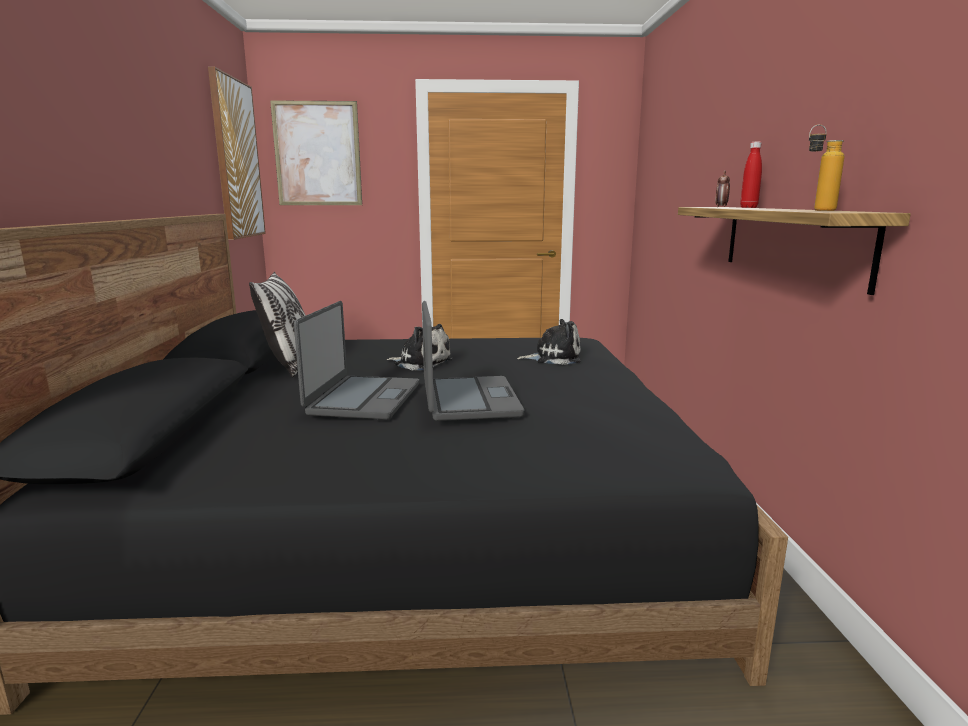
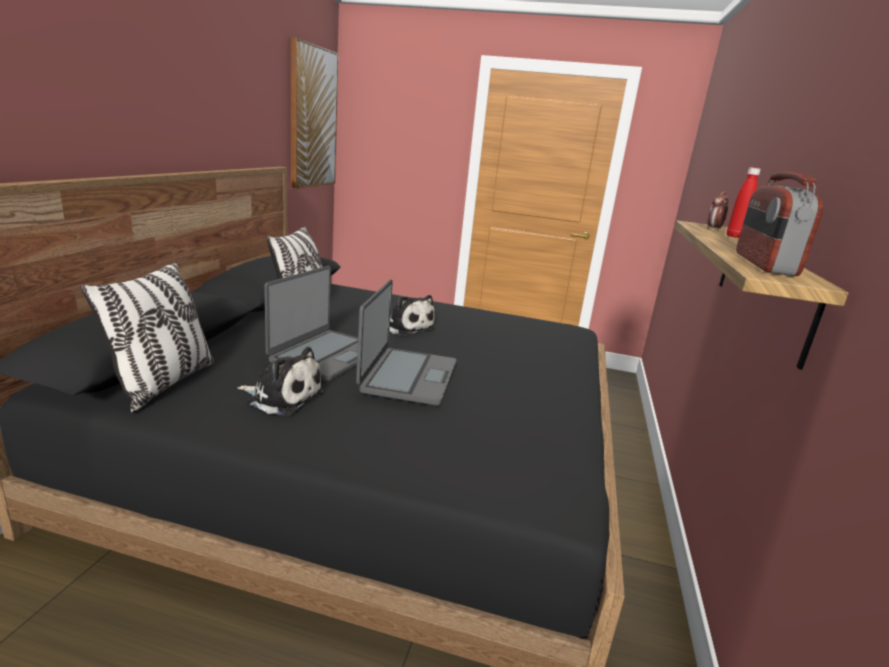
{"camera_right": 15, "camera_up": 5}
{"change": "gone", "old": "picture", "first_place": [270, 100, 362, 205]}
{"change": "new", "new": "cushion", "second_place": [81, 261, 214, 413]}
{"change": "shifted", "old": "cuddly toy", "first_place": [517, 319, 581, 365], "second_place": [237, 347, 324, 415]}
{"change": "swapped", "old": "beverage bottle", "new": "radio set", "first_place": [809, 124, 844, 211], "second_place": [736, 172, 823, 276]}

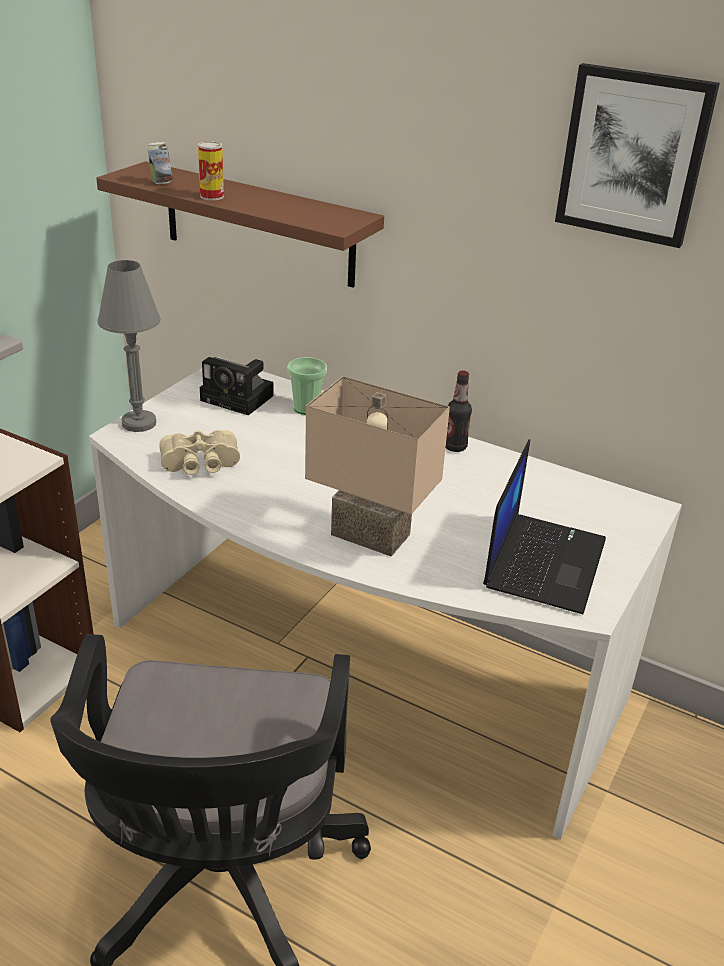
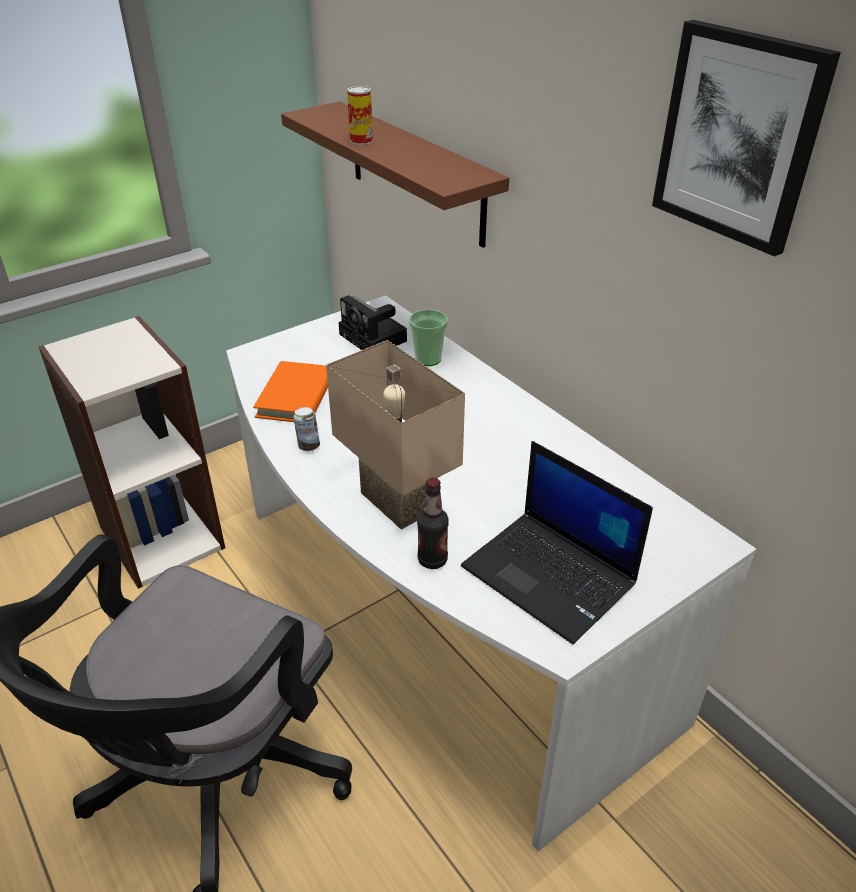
{"camera_right": 25, "camera_up": 5}
{"change": "gone", "old": "lamp for a table (greyish)", "first_place": [98, 260, 161, 432]}
{"change": "shifted", "old": "metal can", "first_place": [147, 142, 173, 184], "second_place": [293, 407, 320, 451]}
{"change": "shifted", "old": "beverage bottle", "first_place": [446, 370, 472, 452], "second_place": [417, 477, 449, 569]}
{"change": "swapped", "old": "pair of binoculars (beige-coloured)", "new": "bound book (orange)", "first_place": [159, 430, 240, 475], "second_place": [253, 361, 328, 422]}
{"change": "rotated", "old": "portable computer", "first_place": [483, 439, 606, 614], "second_place": [461, 441, 653, 645], "degrees": 90}

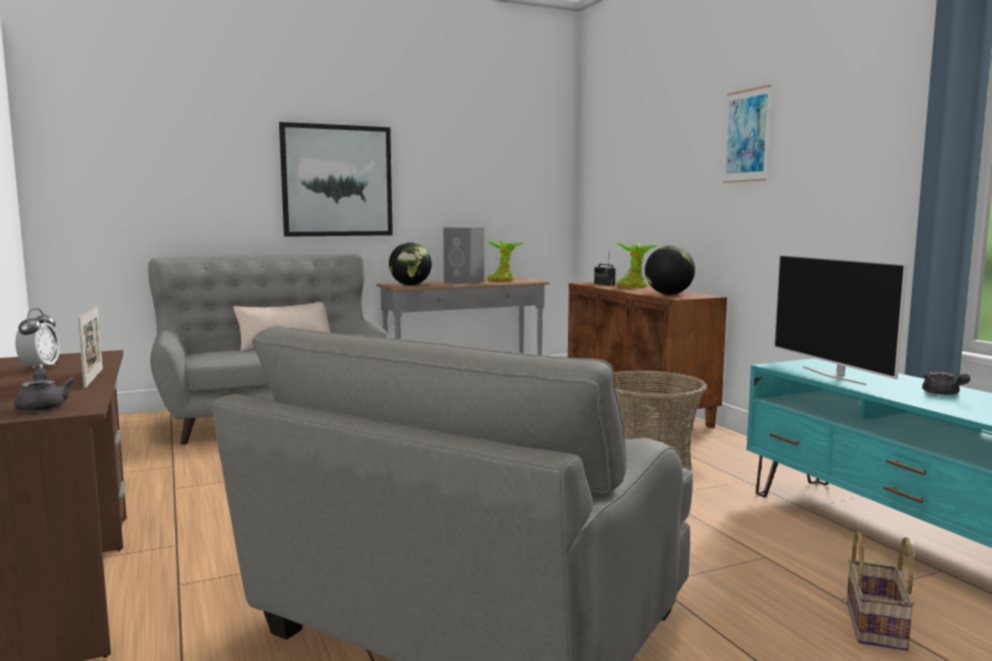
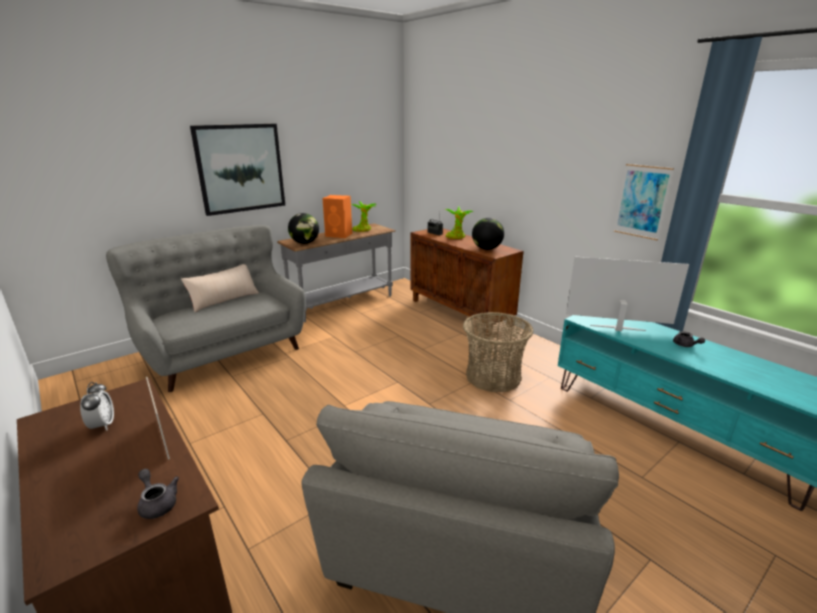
{"camera_right": -15, "camera_up": 15}
{"change": "gone", "old": "storage basket", "first_place": [847, 532, 915, 651]}
{"change": "shifted", "old": "picture", "first_place": [723, 85, 771, 183], "second_place": [614, 164, 674, 240]}
{"change": "repainted", "old": "loudspeaker (greyish)", "new": "loudspeaker (orange)", "first_place": [443, 227, 484, 284], "second_place": [322, 195, 352, 238]}
{"change": "rotated", "old": "TV", "first_place": [774, 254, 907, 385], "second_place": [566, 257, 689, 331], "degrees": 135}

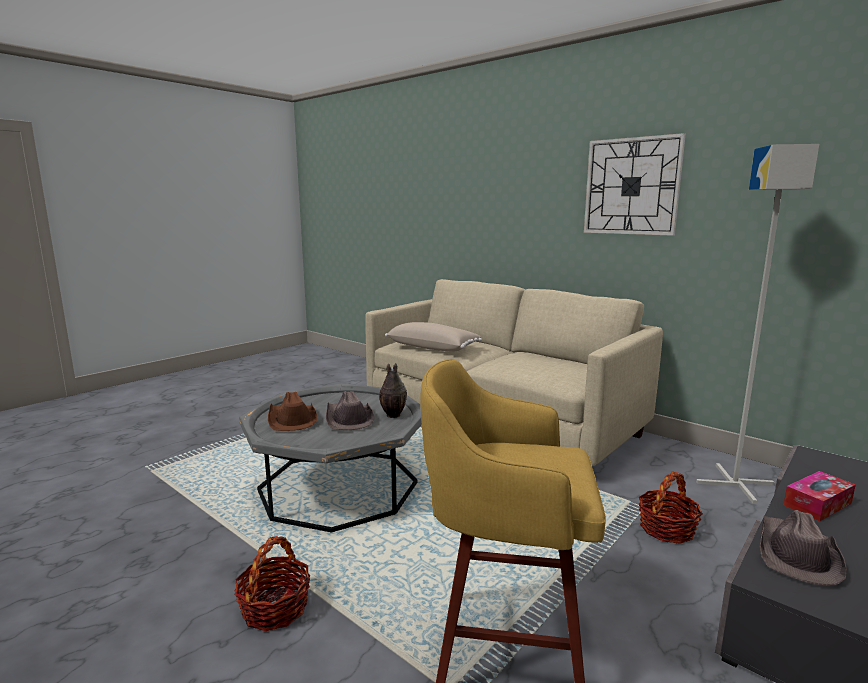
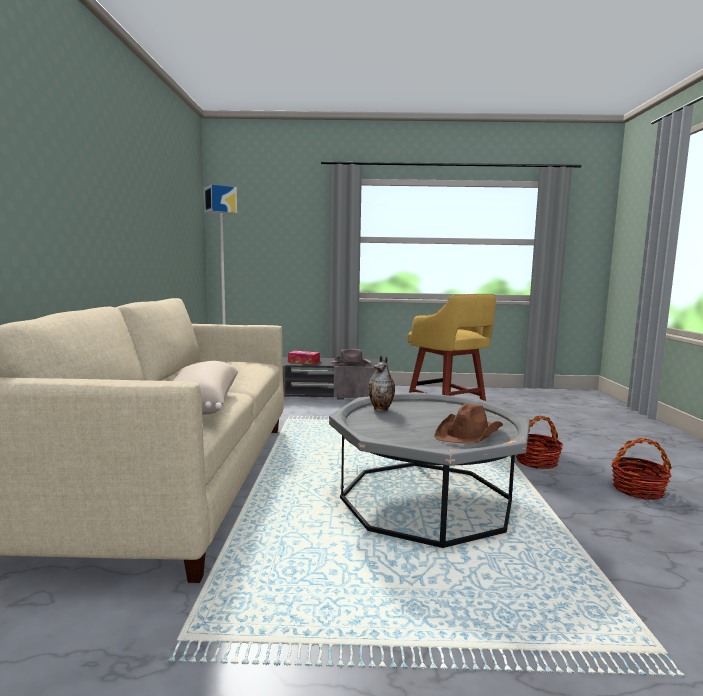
{"camera_right": -130, "camera_up": -5}
{"change": "gone", "old": "hat (brown)", "first_place": [326, 391, 374, 430]}
{"change": "gone", "old": "clock on the wall", "first_place": [584, 133, 686, 236]}
{"change": "shifted", "old": "storage basket", "first_place": [639, 472, 703, 544], "second_place": [611, 438, 672, 500]}

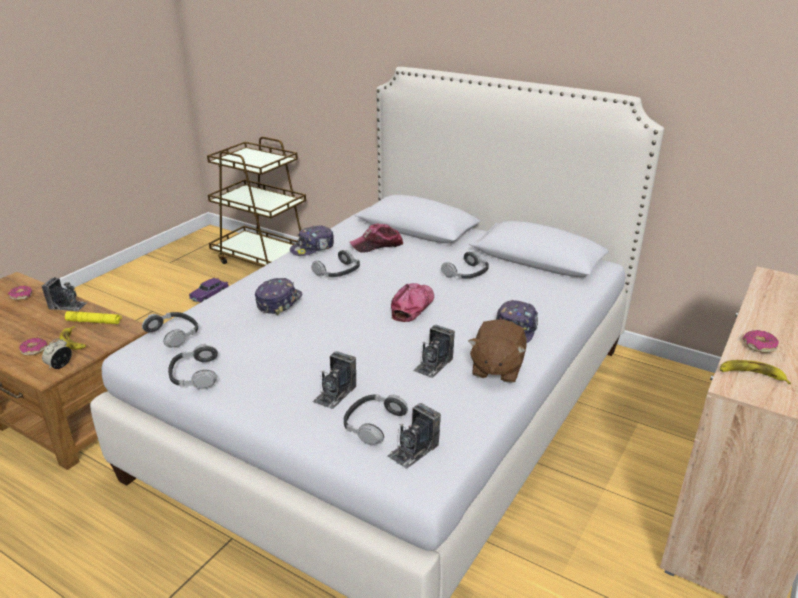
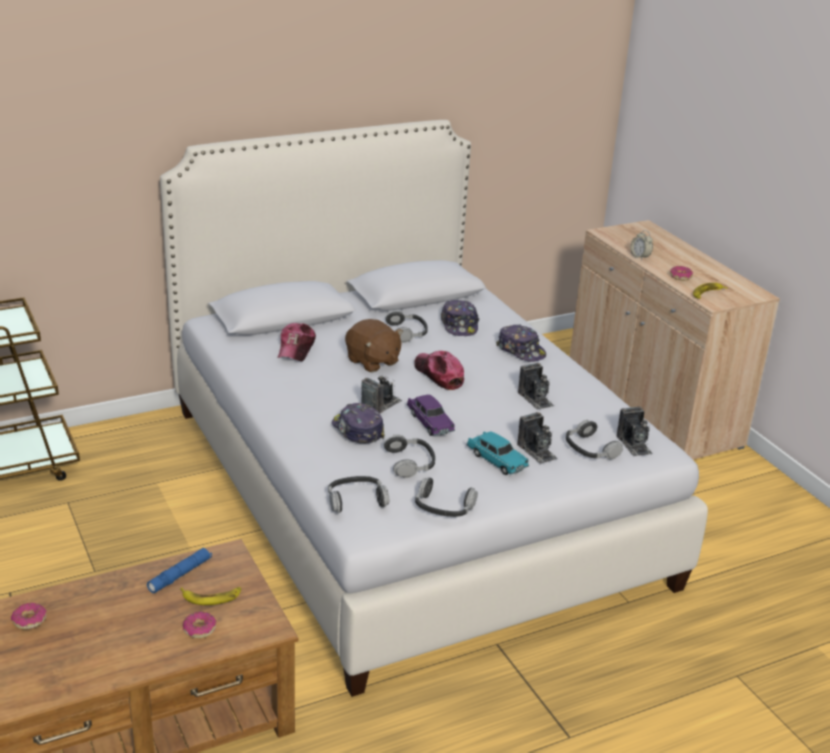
{"camera_right": -60, "camera_up": 0}
{"change": "new", "new": "model car (blue-green)", "second_place": [466, 431, 529, 475]}
{"change": "shifted", "old": "still camera", "first_place": [42, 277, 87, 311], "second_place": [361, 376, 402, 413]}
{"change": "shifted", "old": "bedside clock", "first_place": [42, 338, 72, 369], "second_place": [631, 230, 653, 260]}
{"change": "shifted", "old": "model car (purple-coloured)", "first_place": [189, 278, 228, 303], "second_place": [407, 394, 455, 436]}
{"change": "shifted", "old": "peaked cap", "first_place": [290, 225, 334, 256], "second_place": [441, 299, 479, 336]}
{"change": "shifted", "old": "headset", "first_place": [311, 250, 360, 277], "second_place": [384, 434, 435, 478]}
{"change": "shifted", "old": "cuddly toy (brown)", "first_place": [468, 320, 527, 383], "second_place": [345, 319, 403, 372]}
{"change": "repainted", "old": "torch (yellowish)", "new": "torch (bluish)", "first_place": [65, 311, 122, 324], "second_place": [147, 548, 212, 593]}

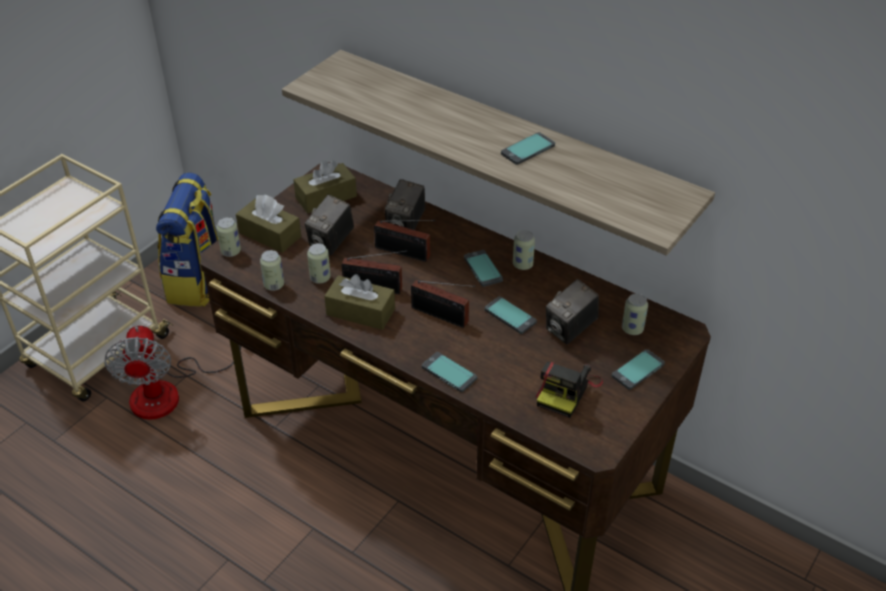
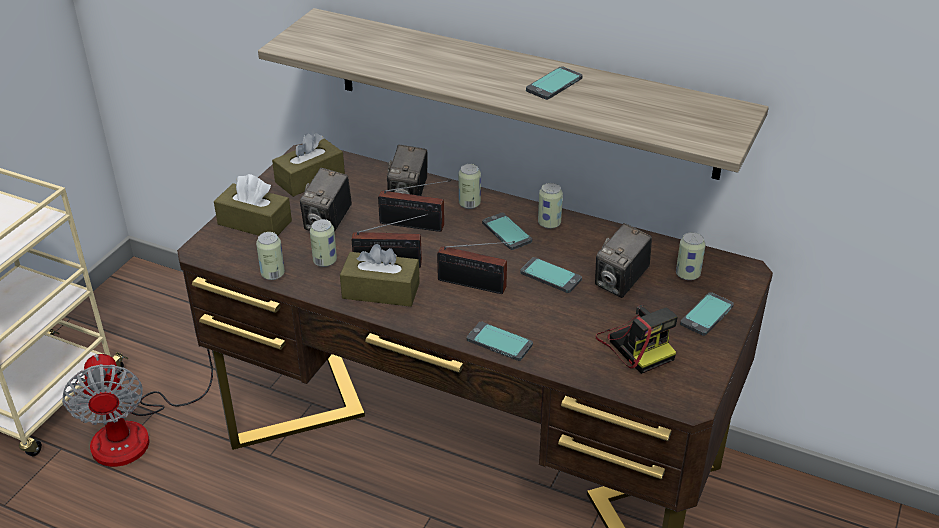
{"camera_right": -10, "camera_up": -5}
{"change": "gone", "old": "backpack", "first_place": [156, 173, 219, 307]}
{"change": "shifted", "old": "metal can", "first_place": [216, 217, 241, 257], "second_place": [459, 164, 481, 209]}
{"change": "rotated", "old": "still camera", "first_place": [536, 362, 603, 418], "second_place": [596, 304, 678, 374], "degrees": -45}

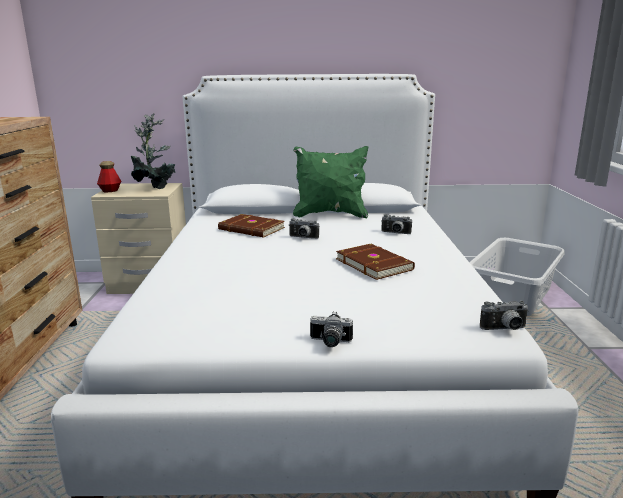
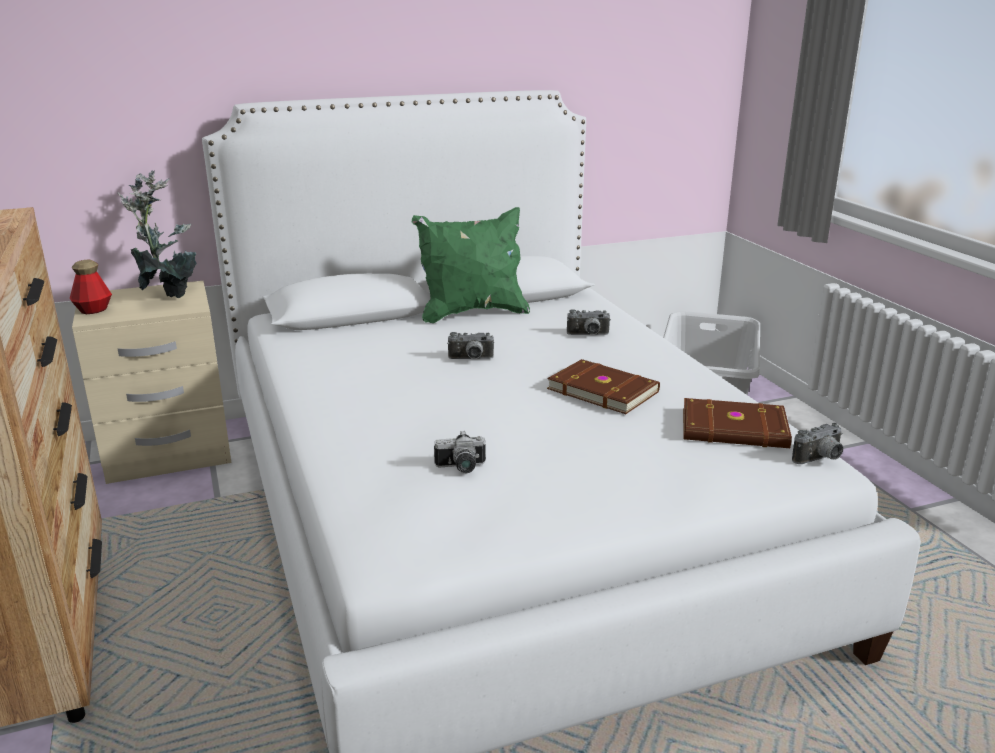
{"camera_right": -20, "camera_up": 5}
{"change": "shifted", "old": "bound book (brown)", "first_place": [218, 214, 285, 237], "second_place": [683, 398, 792, 448]}
{"change": "shifted", "old": "still camera", "first_place": [310, 311, 353, 347], "second_place": [434, 431, 486, 473]}

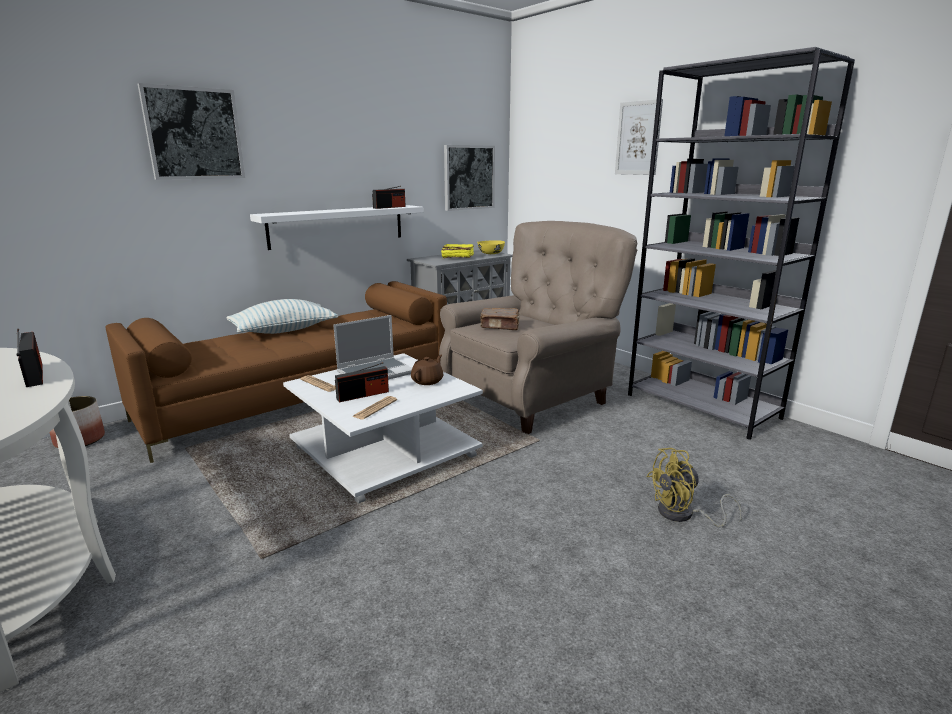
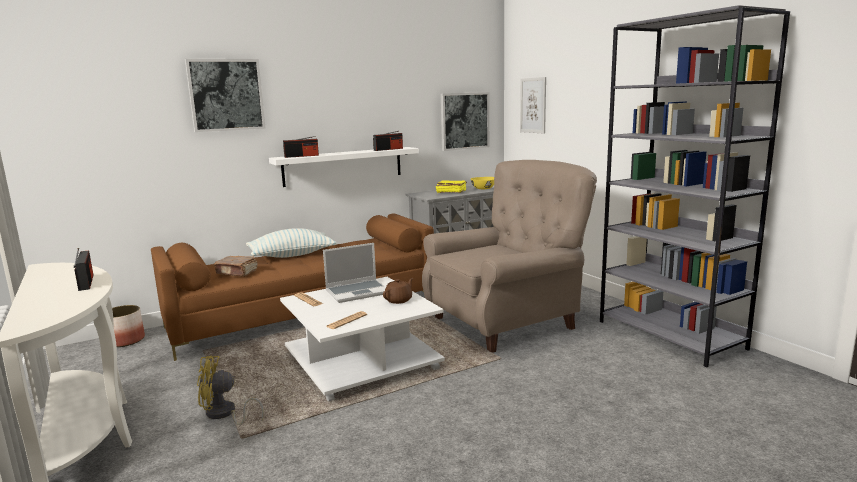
{"camera_right": 10, "camera_up": -5}
{"change": "shifted", "old": "radio set", "first_place": [335, 362, 389, 402], "second_place": [283, 136, 319, 158]}
{"change": "shifted", "old": "bound book (brown)", "first_place": [480, 308, 520, 330], "second_place": [213, 256, 258, 277]}
{"change": "shifted", "old": "picture", "first_place": [615, 99, 663, 175], "second_place": [520, 77, 546, 133]}
{"change": "shifted", "old": "fan (yellowish)", "first_place": [646, 448, 742, 527], "second_place": [197, 356, 264, 425]}

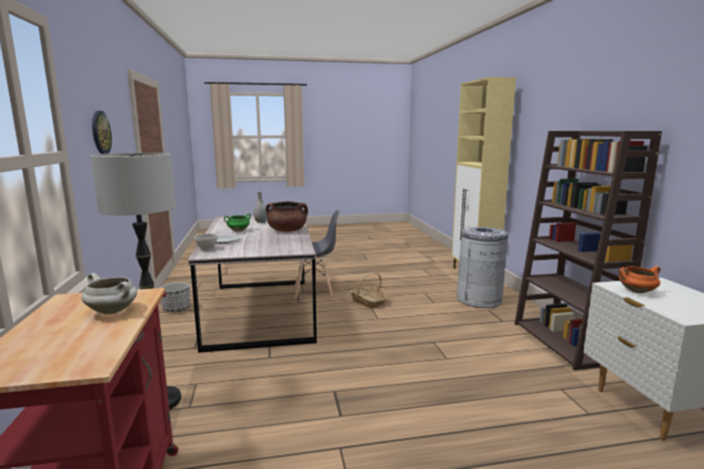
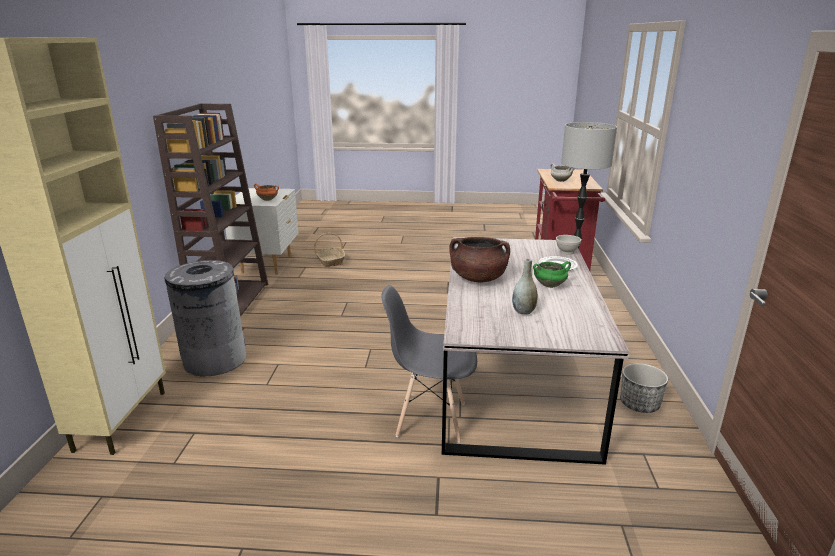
{"camera_right": -165, "camera_up": 10}
{"change": "gone", "old": "clock on the wall", "first_place": [92, 111, 112, 154]}
{"change": "shifted", "old": "storage basket", "first_place": [350, 272, 387, 308], "second_place": [314, 233, 345, 267]}

